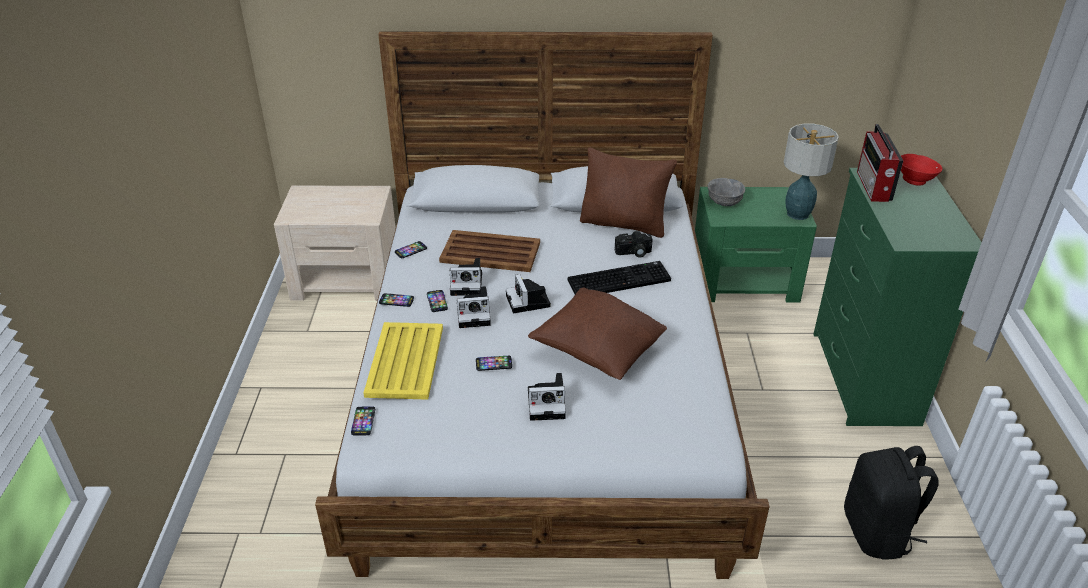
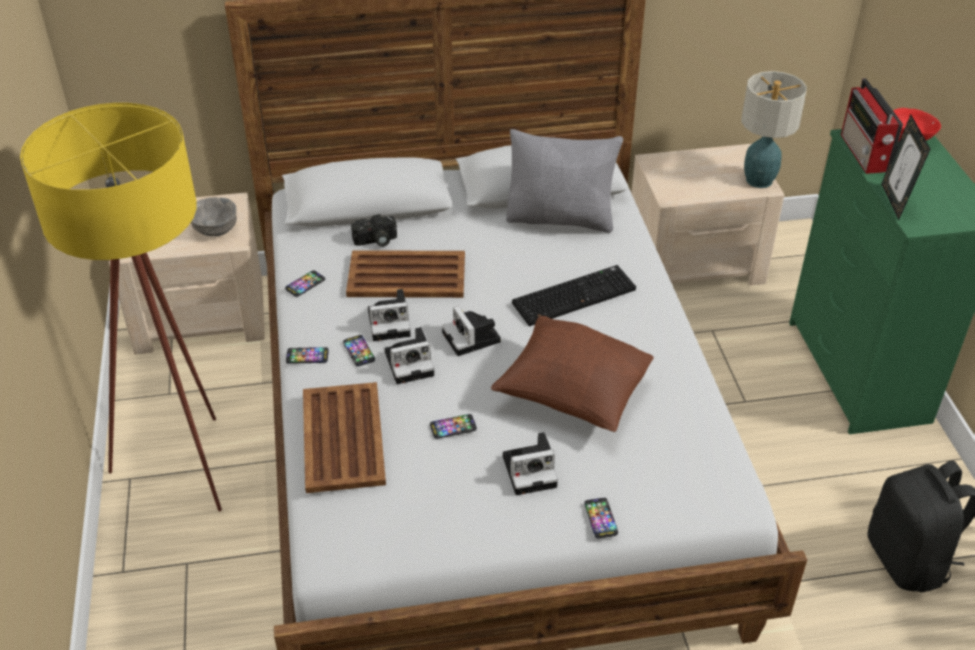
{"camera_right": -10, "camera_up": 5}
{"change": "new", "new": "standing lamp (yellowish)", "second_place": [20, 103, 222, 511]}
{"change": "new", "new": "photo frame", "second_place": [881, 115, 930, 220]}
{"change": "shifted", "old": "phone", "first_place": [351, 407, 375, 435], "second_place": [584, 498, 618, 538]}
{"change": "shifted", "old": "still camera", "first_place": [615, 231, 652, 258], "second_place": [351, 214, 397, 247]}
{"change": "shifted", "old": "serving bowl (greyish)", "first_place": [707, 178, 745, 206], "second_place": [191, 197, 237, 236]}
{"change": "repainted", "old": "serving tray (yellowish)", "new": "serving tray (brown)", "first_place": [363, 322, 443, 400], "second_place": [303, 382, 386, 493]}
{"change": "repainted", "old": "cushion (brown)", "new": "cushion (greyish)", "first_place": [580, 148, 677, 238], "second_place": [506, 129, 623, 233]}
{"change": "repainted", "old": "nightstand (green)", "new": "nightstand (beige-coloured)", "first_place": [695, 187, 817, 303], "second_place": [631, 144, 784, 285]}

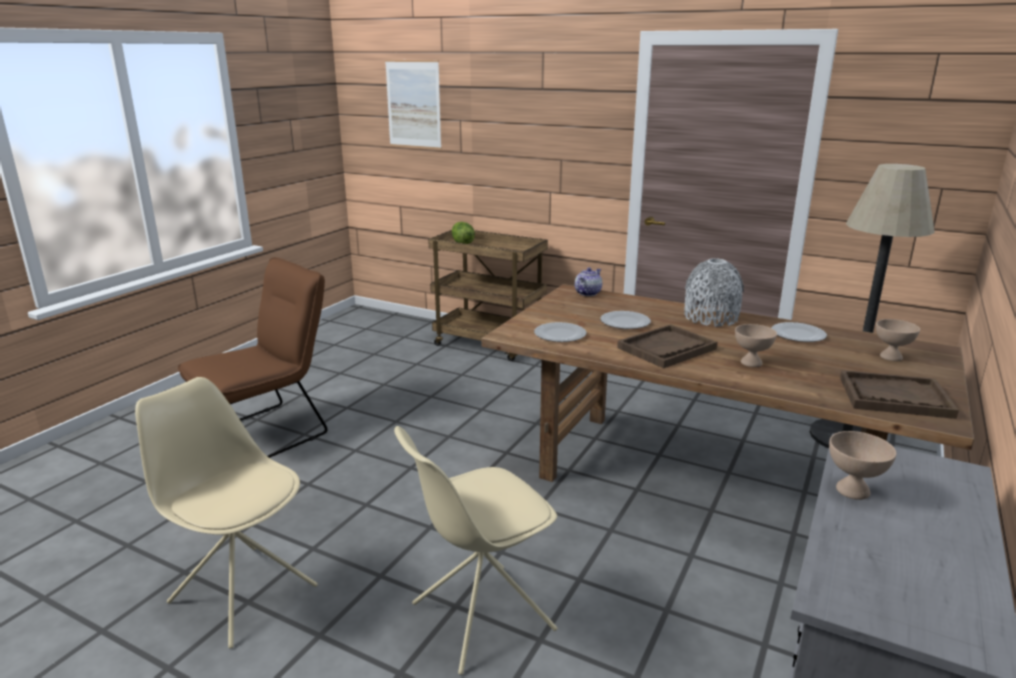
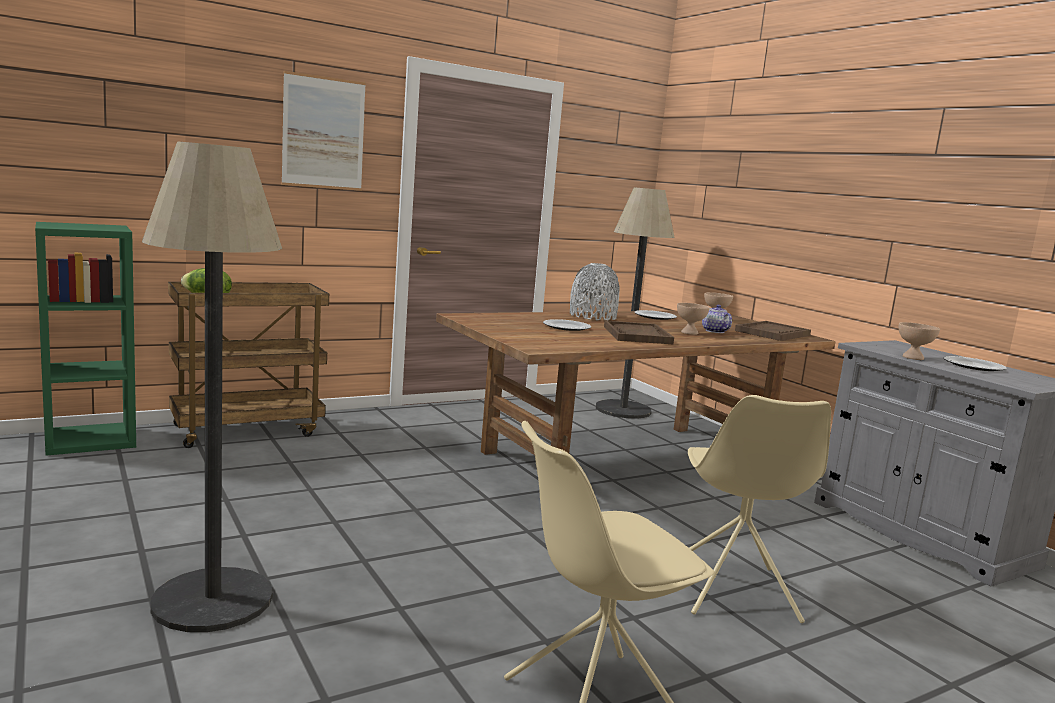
{"camera_right": -60, "camera_up": -10}
{"change": "new", "new": "bookcase (green)", "second_place": [35, 222, 136, 456]}
{"change": "shifted", "old": "picture", "first_place": [385, 60, 442, 149], "second_place": [281, 71, 366, 191]}
{"change": "shifted", "old": "flat dish", "first_place": [534, 322, 586, 342], "second_place": [944, 356, 1007, 371]}
{"change": "shifted", "old": "teapot", "first_place": [575, 268, 602, 296], "second_place": [702, 305, 732, 333]}
{"change": "swapped", "old": "chair (brown)", "new": "standing lamp", "first_place": [178, 257, 328, 458], "second_place": [142, 141, 282, 632]}

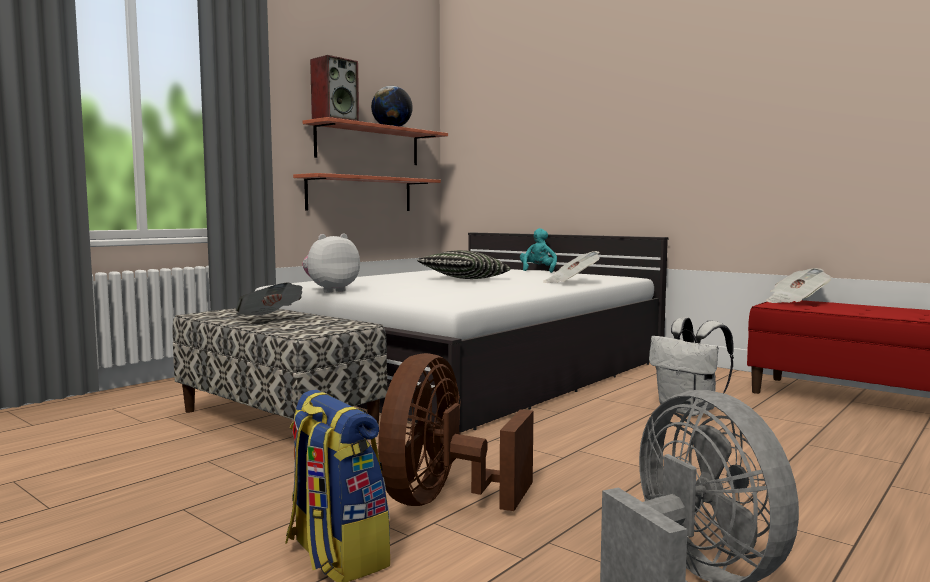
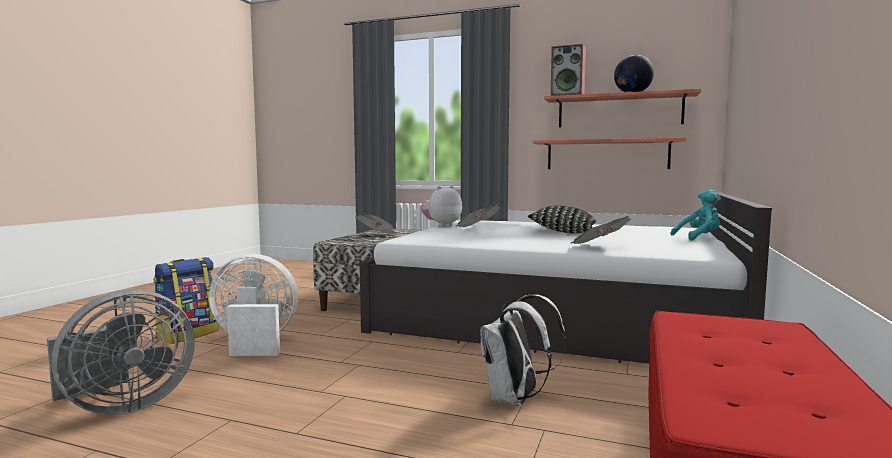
{"camera_right": 70, "camera_up": 0}
{"change": "shifted", "old": "newspaper", "first_place": [766, 268, 831, 303], "second_place": [456, 204, 500, 227]}
{"change": "repainted", "old": "fan (brown)", "new": "fan (white)", "first_place": [378, 353, 534, 511], "second_place": [209, 254, 298, 356]}
{"change": "rotated", "old": "cuddly toy", "first_place": [302, 233, 360, 293], "second_place": [421, 186, 462, 227], "degrees": -75}

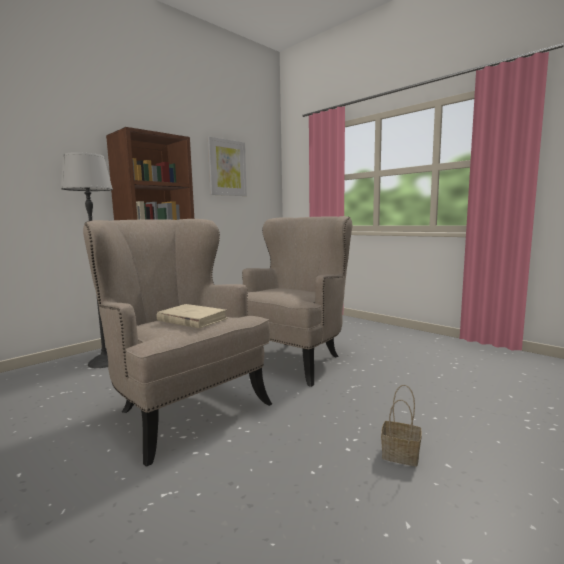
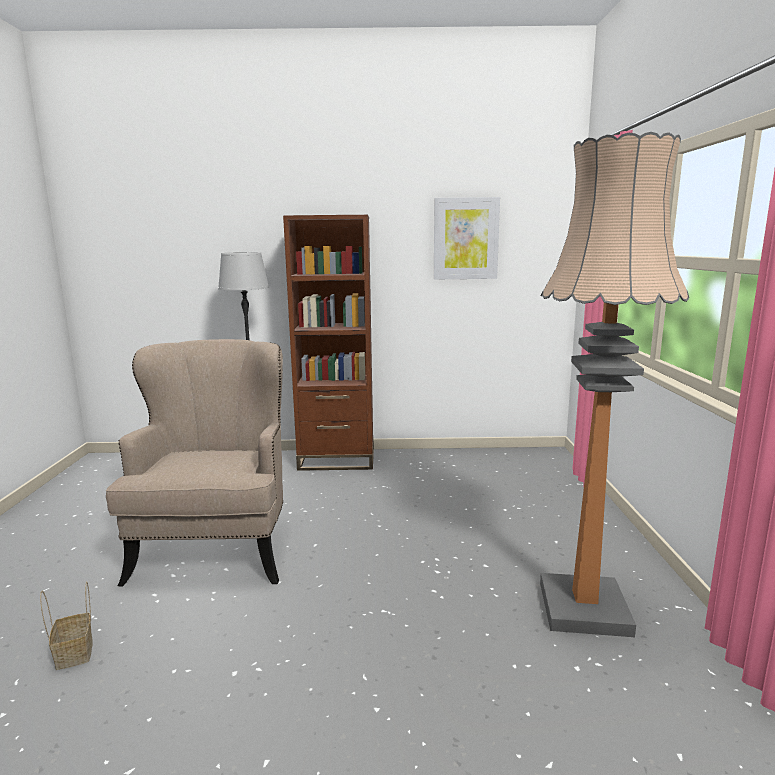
{"camera_right": 45, "camera_up": 5}
{"change": "gone", "old": "bound book (beige-coloured)", "first_place": [156, 304, 228, 328]}
{"change": "gone", "old": "easy chair (beige-coloured)", "first_place": [242, 216, 352, 387]}
{"change": "new", "new": "standing lamp", "second_place": [540, 132, 689, 637]}
{"change": "shifted", "old": "storage basket", "first_place": [381, 385, 421, 466], "second_place": [40, 581, 93, 670]}

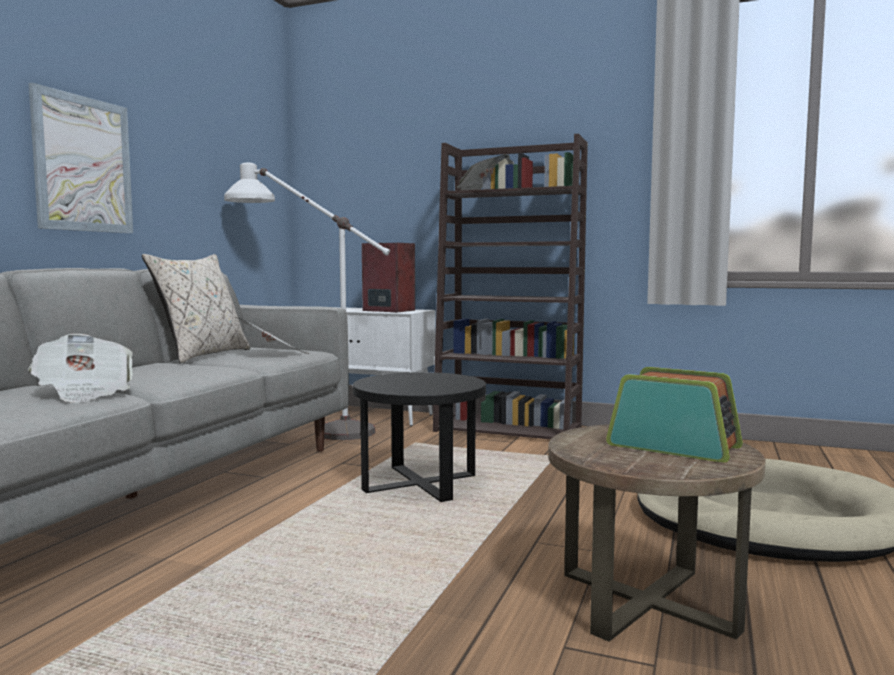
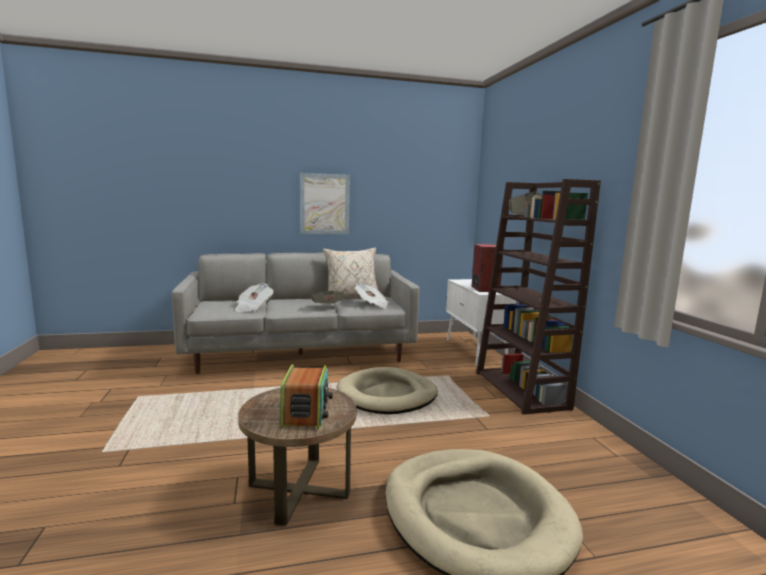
{"camera_right": 55, "camera_up": 5}
{"change": "gone", "old": "standing lamp (white)", "first_place": [224, 163, 390, 440]}
{"change": "new", "new": "newspaper", "second_place": [310, 291, 346, 304]}
{"change": "swapped", "old": "accent table (black)", "new": "dog cushion (beige-coloured)", "first_place": [353, 372, 486, 502], "second_place": [337, 367, 438, 414]}

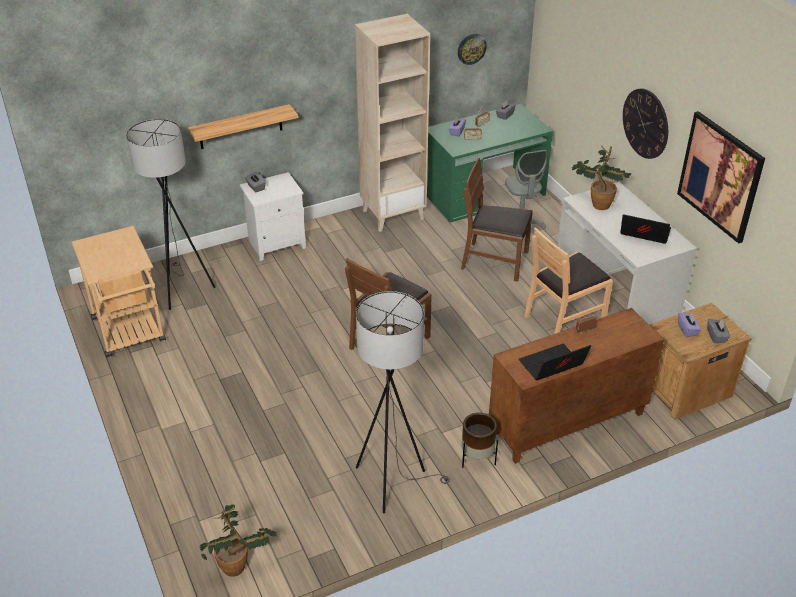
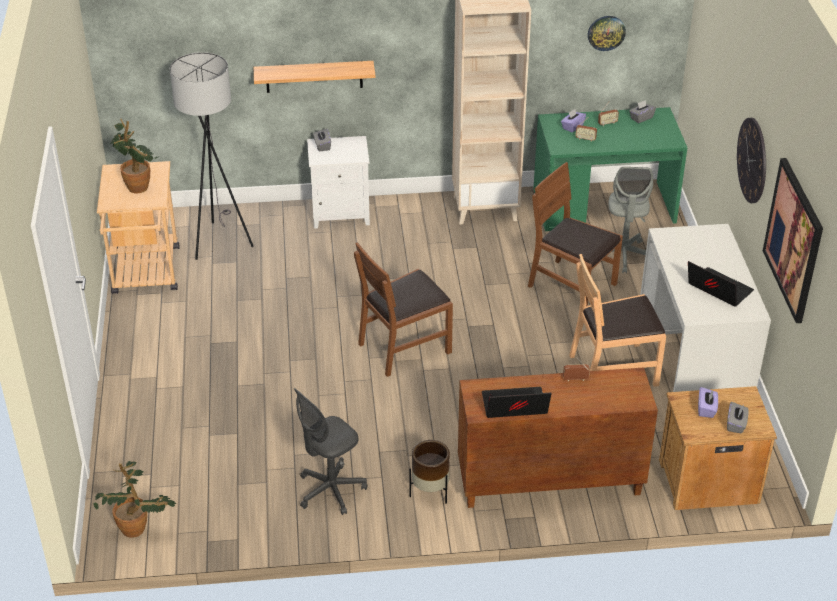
{"camera_right": 20, "camera_up": 0}
{"change": "shifted", "old": "potted plant", "first_place": [572, 146, 632, 210], "second_place": [110, 119, 159, 193]}
{"change": "swapped", "old": "standing lamp (greyish)", "new": "computer chair (greyish)", "first_place": [356, 291, 450, 513], "second_place": [294, 388, 367, 515]}

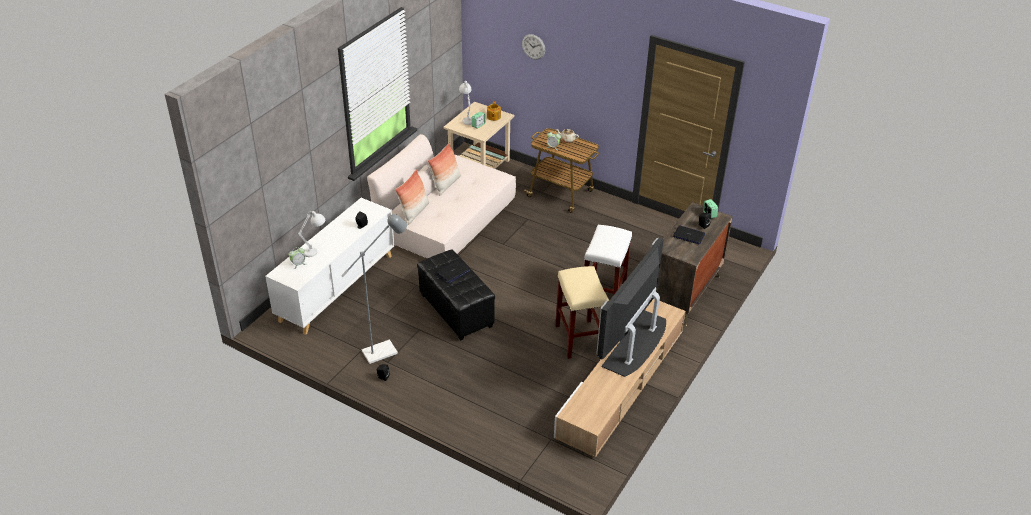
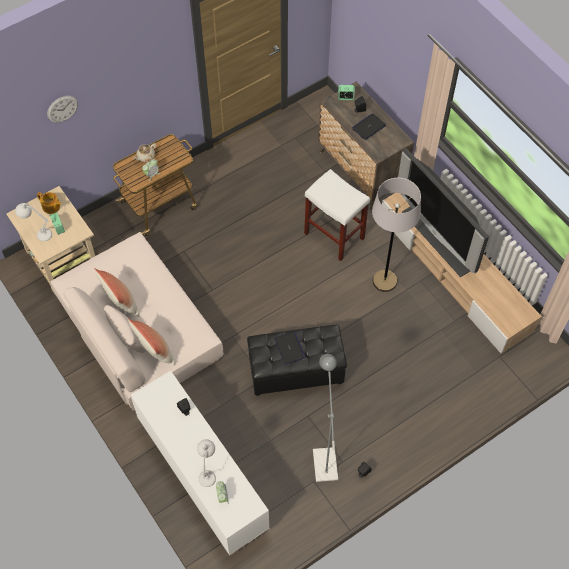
{"camera_right": -65, "camera_up": 20}
{"change": "swapped", "old": "stool (beige-coloured)", "new": "standing lamp (greyish)", "first_place": [555, 266, 609, 359], "second_place": [372, 178, 421, 292]}

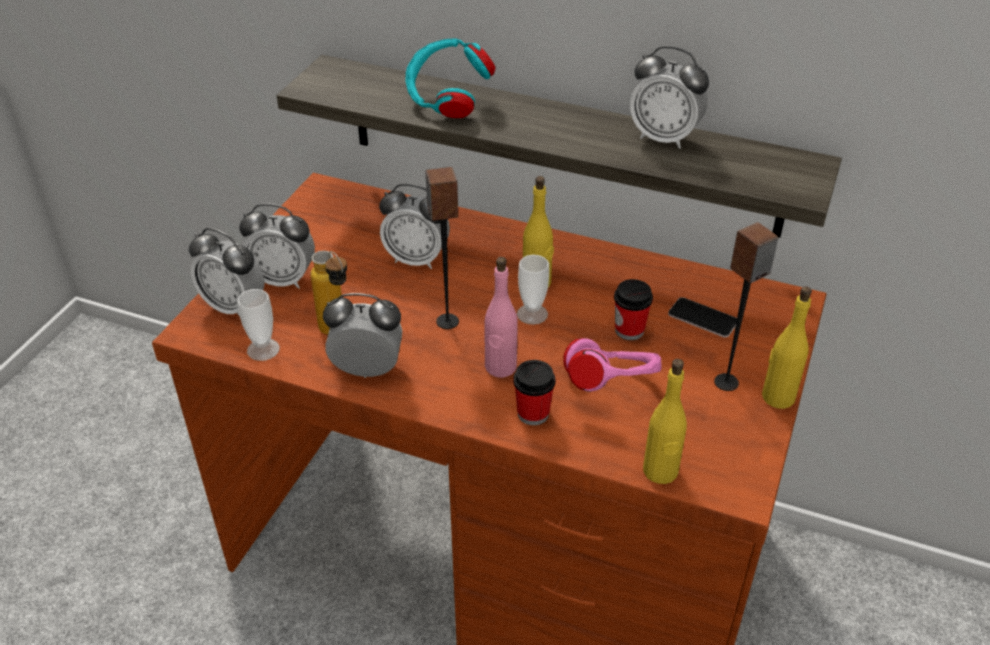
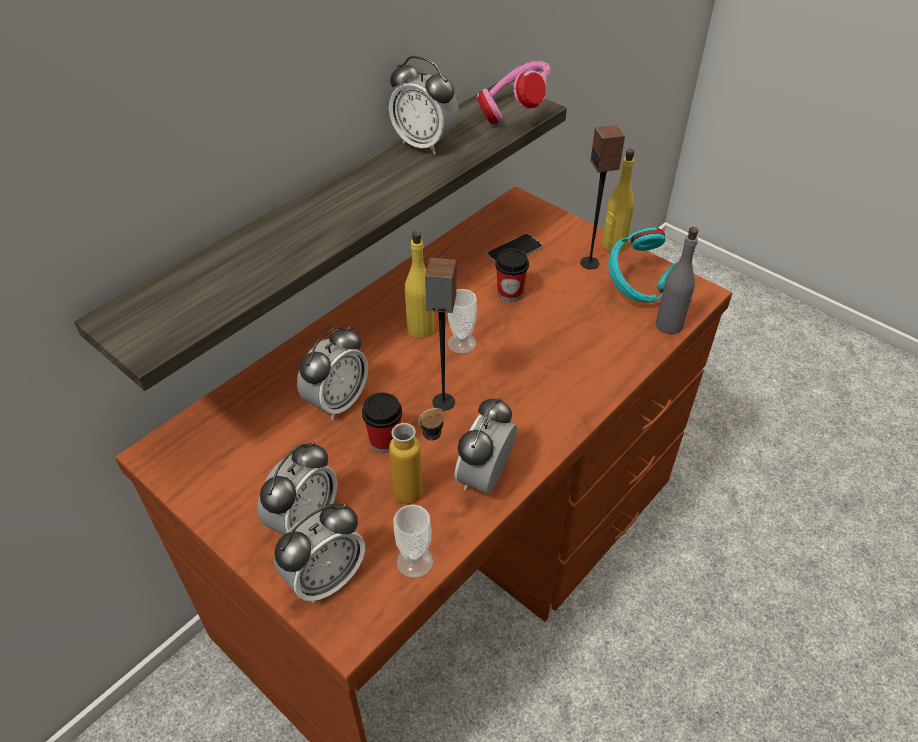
{"camera_right": -70, "camera_up": 5}
{"change": "gone", "old": "beverage bottle (pink-coloured)", "first_place": [484, 257, 518, 378]}
{"change": "shifted", "old": "headset (blue-green)", "first_place": [406, 38, 496, 118], "second_place": [608, 227, 678, 303]}
{"change": "shifted", "old": "drinking cup", "first_place": [513, 360, 556, 425], "second_place": [362, 392, 402, 453]}
{"change": "shifted", "old": "headset (pink-coloured)", "first_place": [563, 338, 662, 392], "second_place": [477, 61, 551, 124]}
{"change": "repainted", "old": "beverage bottle (yellowish)", "new": "beverage bottle (greyish)", "first_place": [643, 359, 687, 484], "second_place": [655, 227, 698, 334]}
{"change": "rotated", "old": "bedside clock", "first_place": [630, 46, 709, 149], "second_place": [389, 56, 459, 155], "degrees": 75}

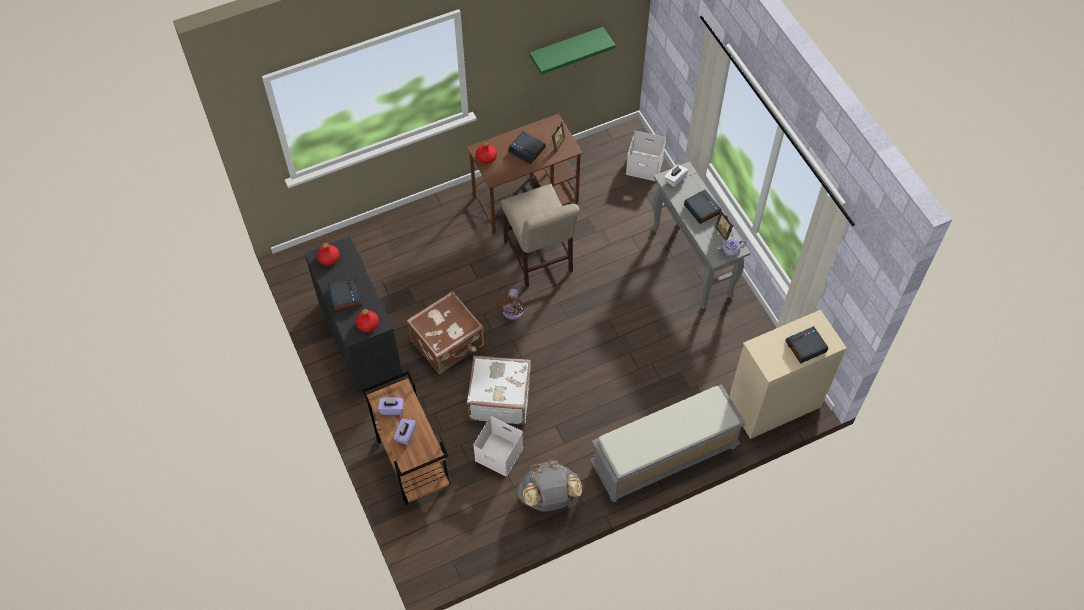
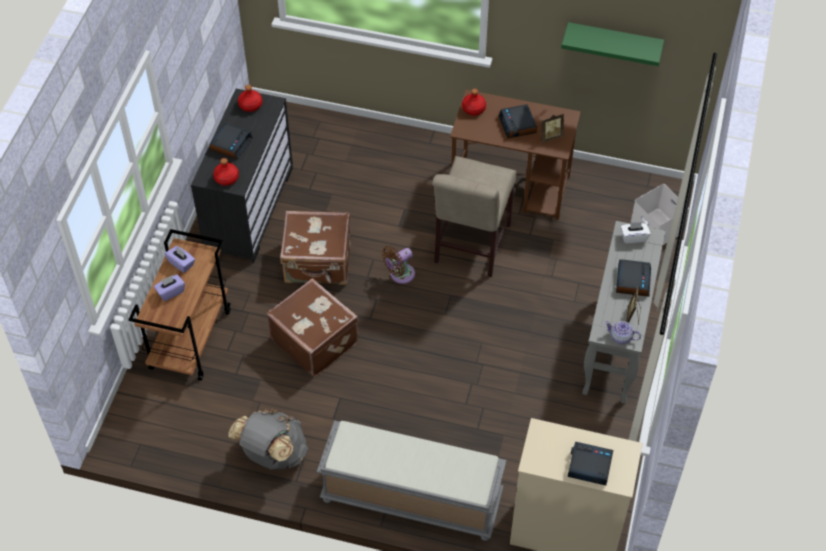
{"camera_right": 40, "camera_up": -5}
{"change": "gone", "old": "storage bin (white)", "first_place": [473, 416, 523, 476]}
{"change": "repainted", "old": "piece of luggage (white)", "new": "piece of luggage (brown)", "first_place": [467, 355, 531, 425], "second_place": [267, 278, 359, 377]}

